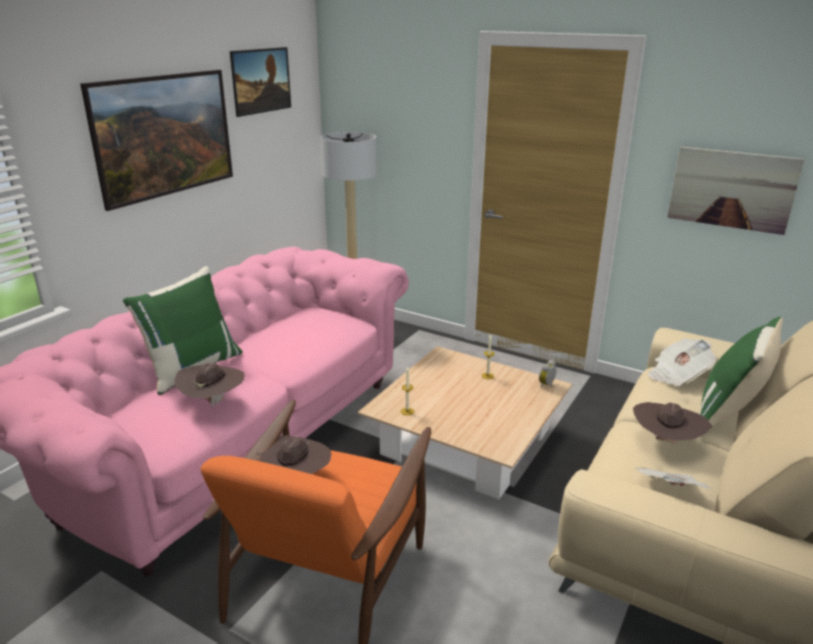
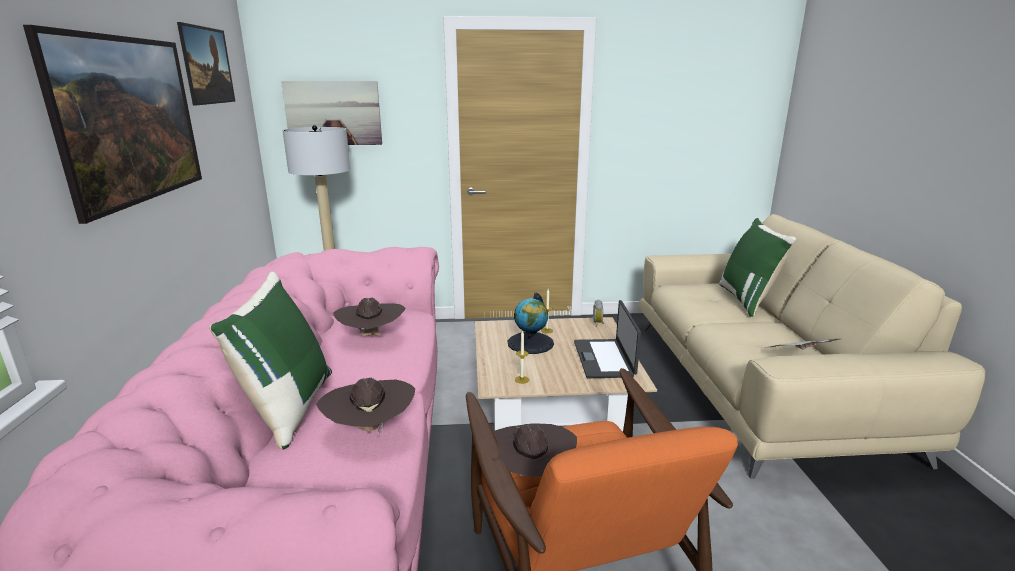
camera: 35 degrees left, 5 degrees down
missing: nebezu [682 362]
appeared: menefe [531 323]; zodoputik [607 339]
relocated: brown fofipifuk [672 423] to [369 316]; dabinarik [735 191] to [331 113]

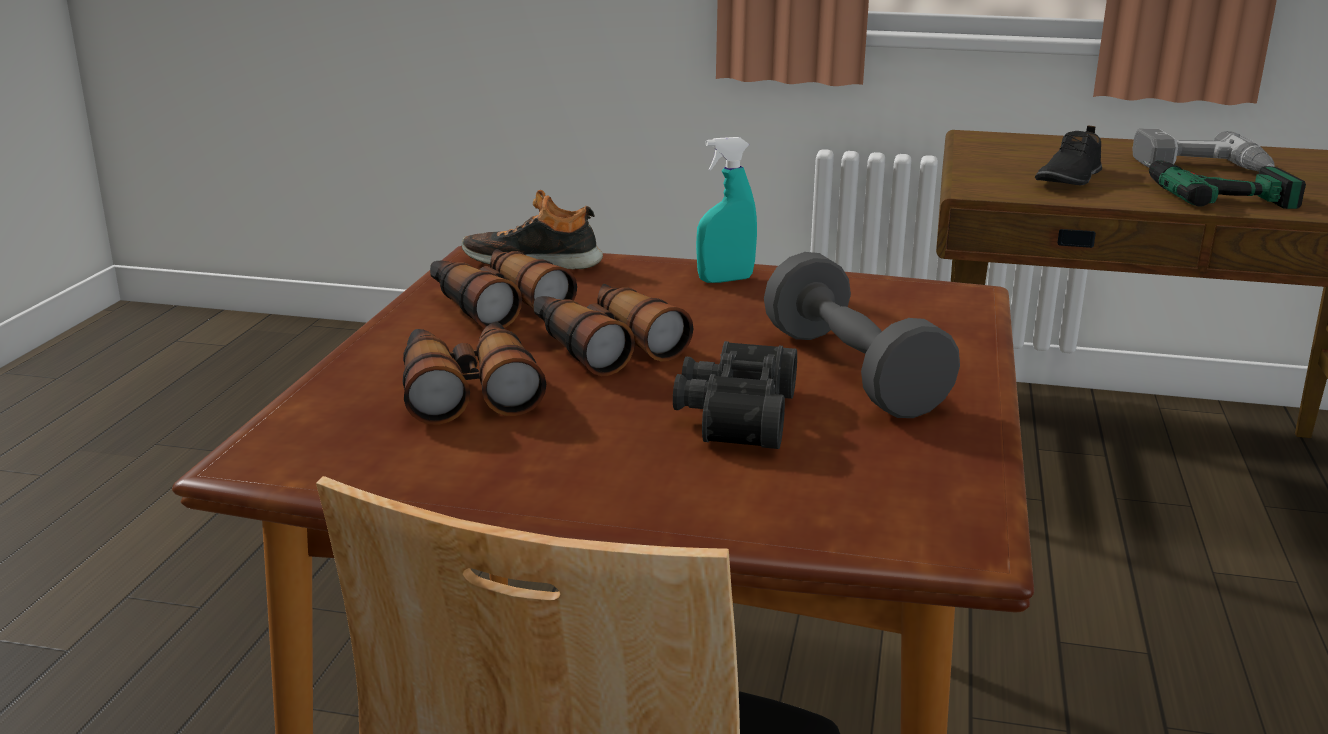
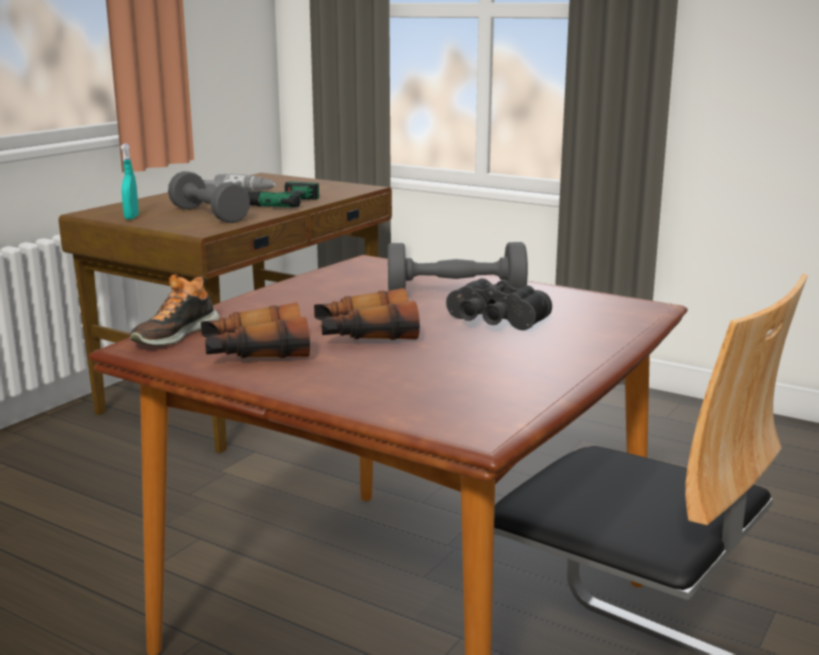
camera: 70 degrees left, 5 degrees down
missing: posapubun [474 373]
relocated: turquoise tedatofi [726 210] to [130 181]
exchanged: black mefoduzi [1068 155] to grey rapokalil [209 197]

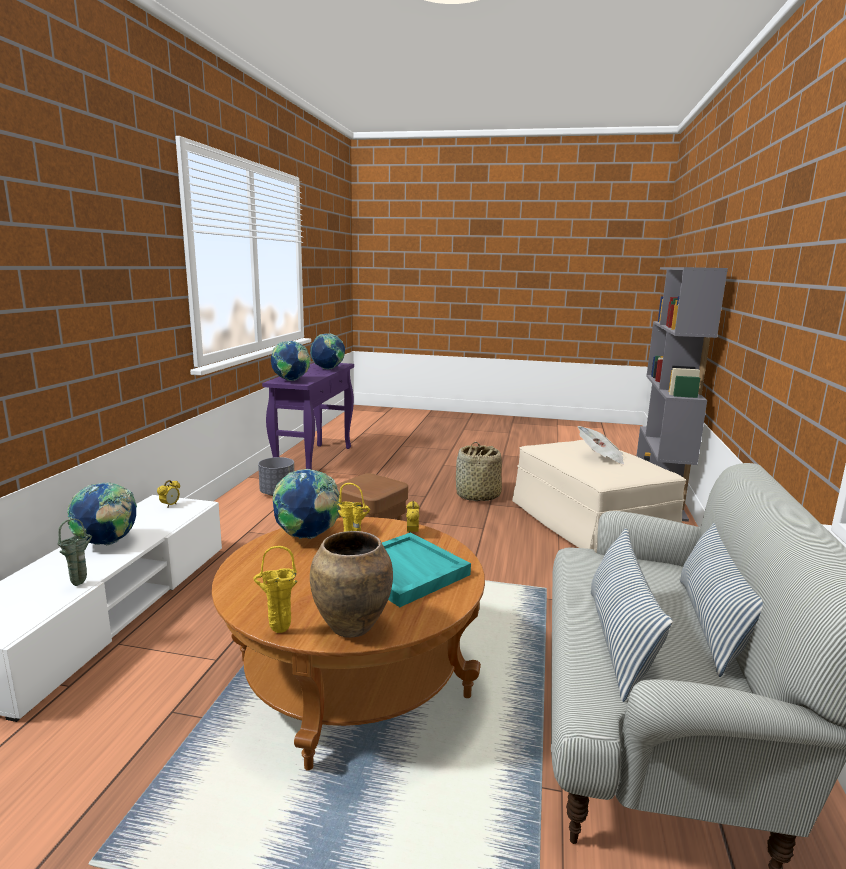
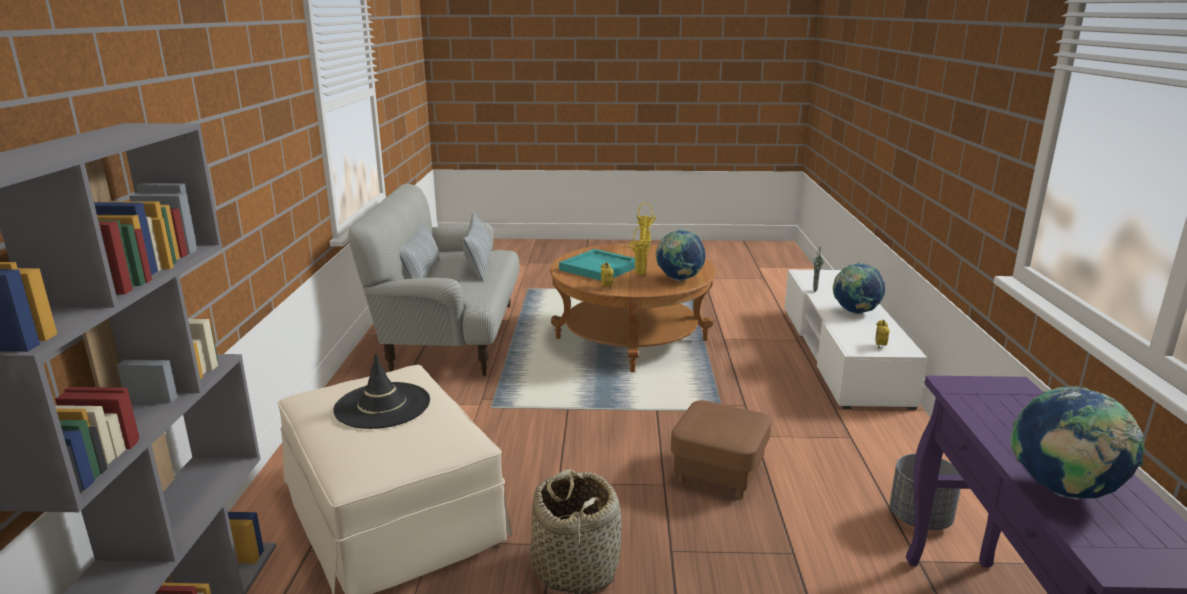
camera: 170 degrees right, 5 degrees up
missing: menefe [290 361]; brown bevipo [351 584]
exchanged: nebezu [601 445] to black fofipifuk [381 391]

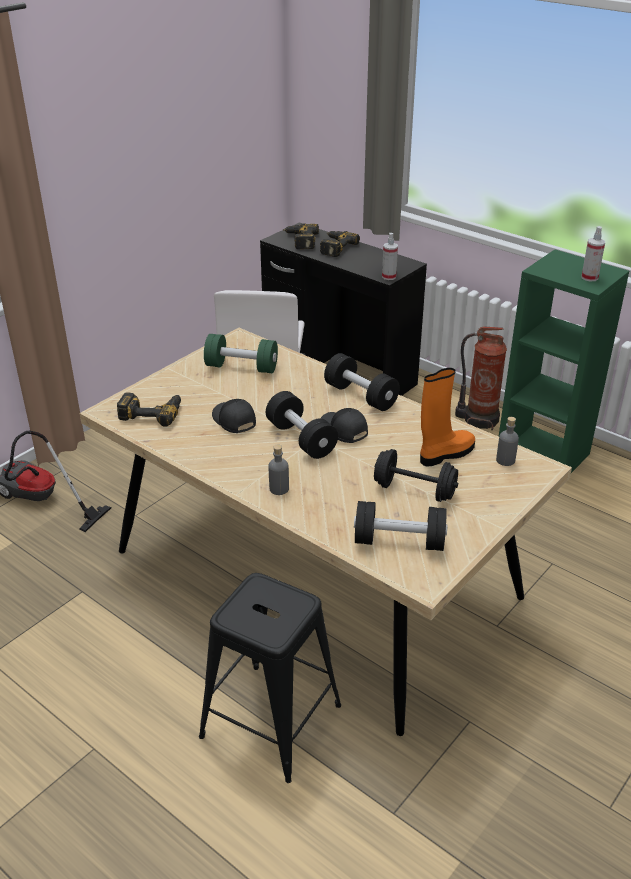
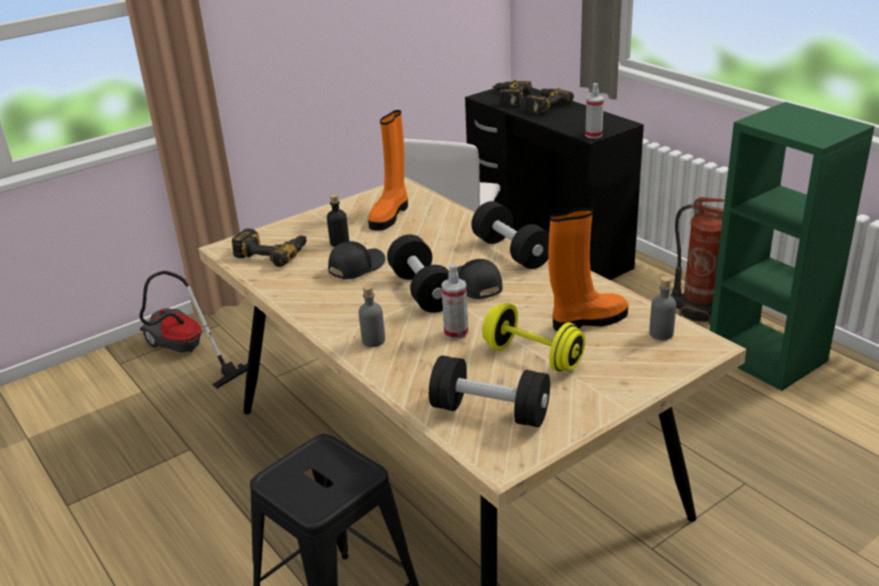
camera: 15 degrees right, 5 degrees down
appeared: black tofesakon [338 220]
relocated: tedatofi [593 254] to [454 302]
exchanged: green rapokalil [241 353] to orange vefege [388 170]
colour: black rapokalil [416 475] to yellow rapokalil [533 337]
spun: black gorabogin [234 416] = [356 260] 60 degrees clockwise

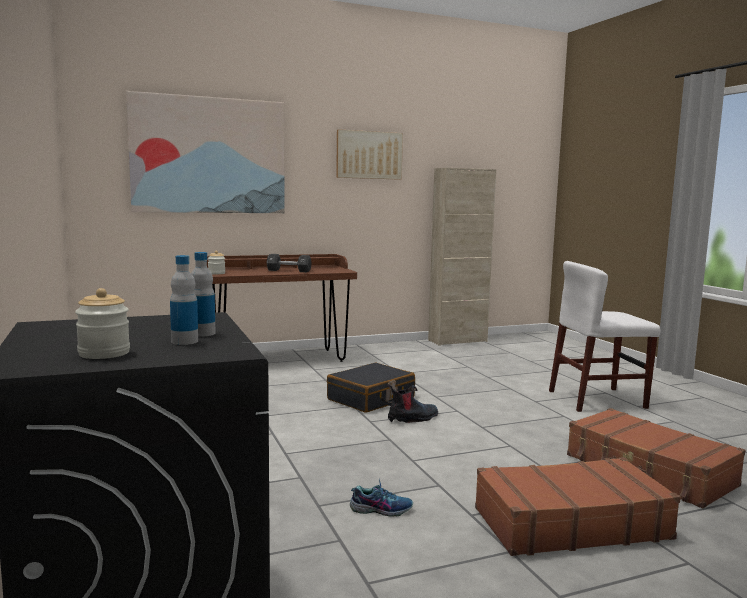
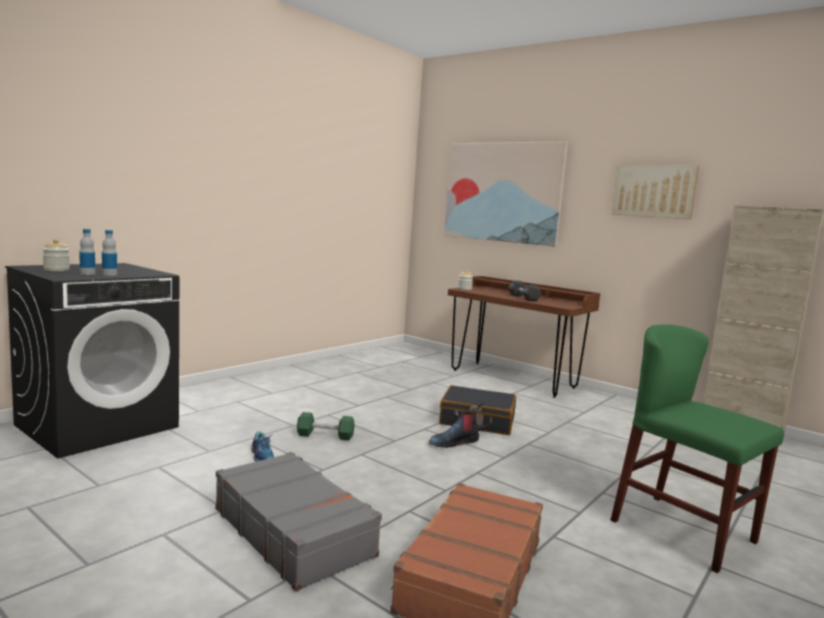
camera: 60 degrees right, 0 degrees up
appeared: green rapokalil [326 426]
colour: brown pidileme [578 506] to grey pidileme [298 521]; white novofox [604 336] to green novofox [697 448]
spun: vefege [412 403] = [456 425] 120 degrees clockwise

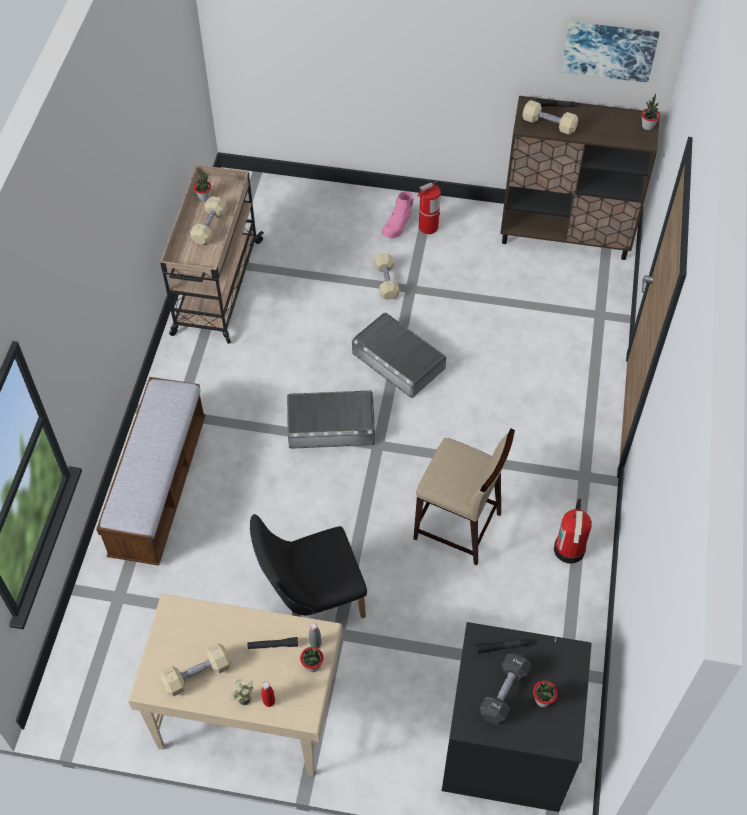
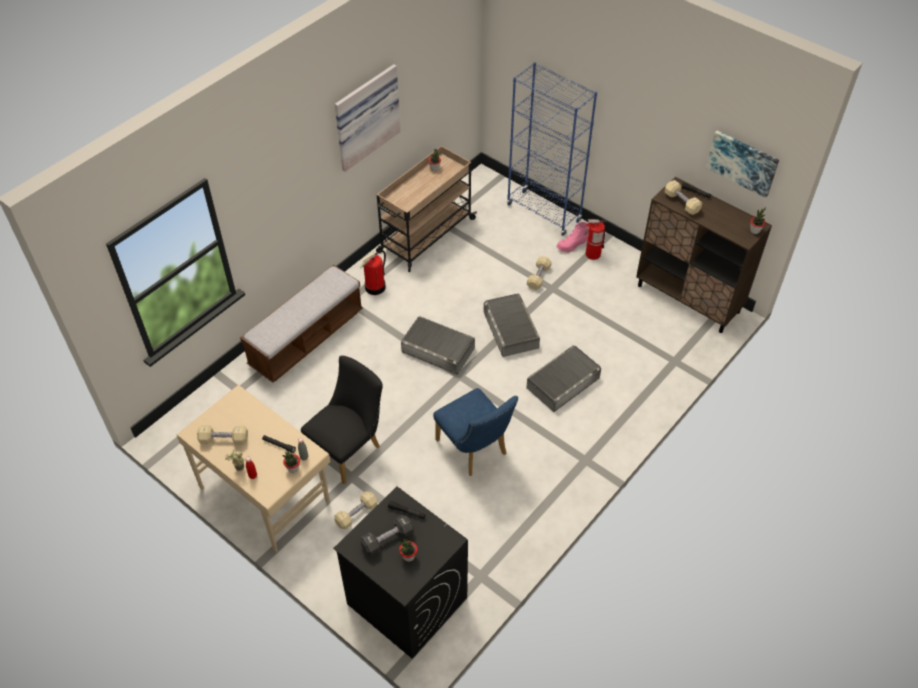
camera: 30 degrees right, 5 degrees down
appeared: dabinarik [367 118]; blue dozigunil [552 149]; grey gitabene [563 378]
relocated: beige rapokalil [208 220] to [355 510]; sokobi [573 531] to [372 272]
exchanged: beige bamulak [464 496] to blue novofox [475 432]
spun: black novofox [308 566] = [342 420] 120 degrees clockwise

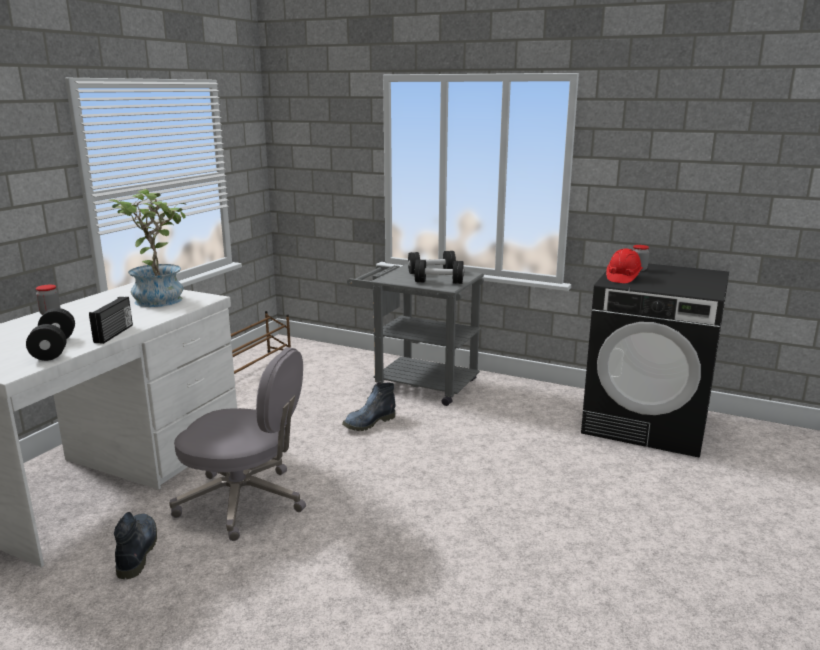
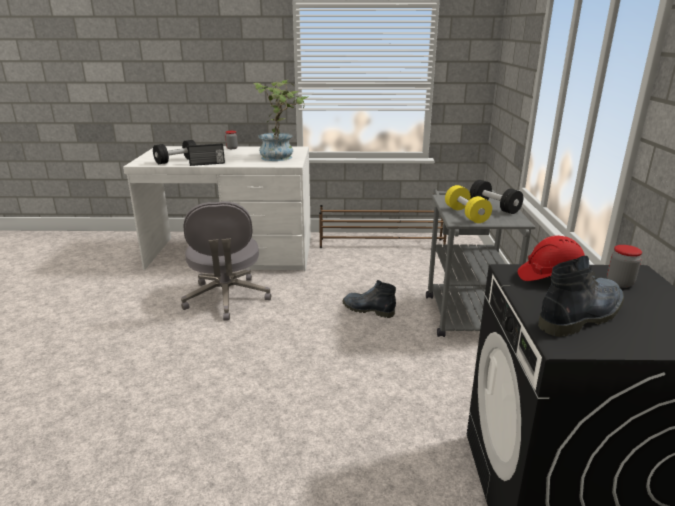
camera: 65 degrees right, 5 degrees up
relocated: vefege [135 545] to [581 296]
colour: black rapokalil [439 272] to yellow rapokalil [468 204]

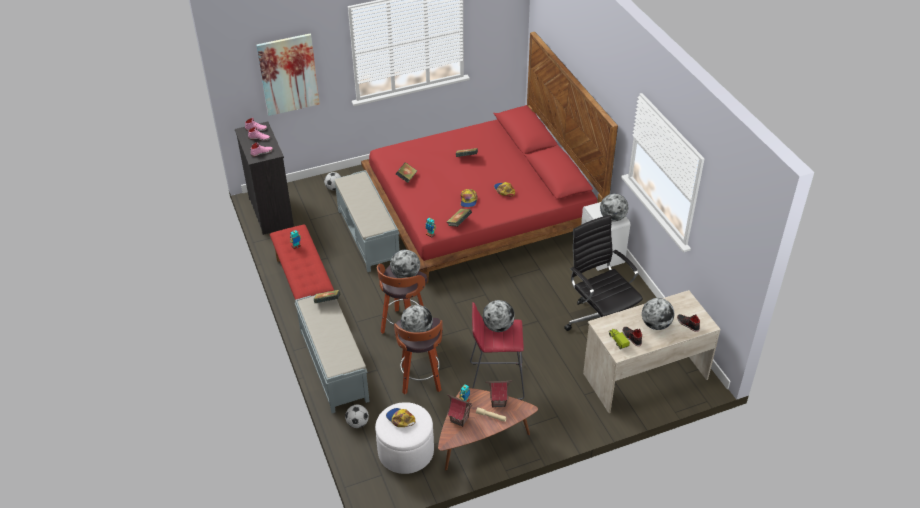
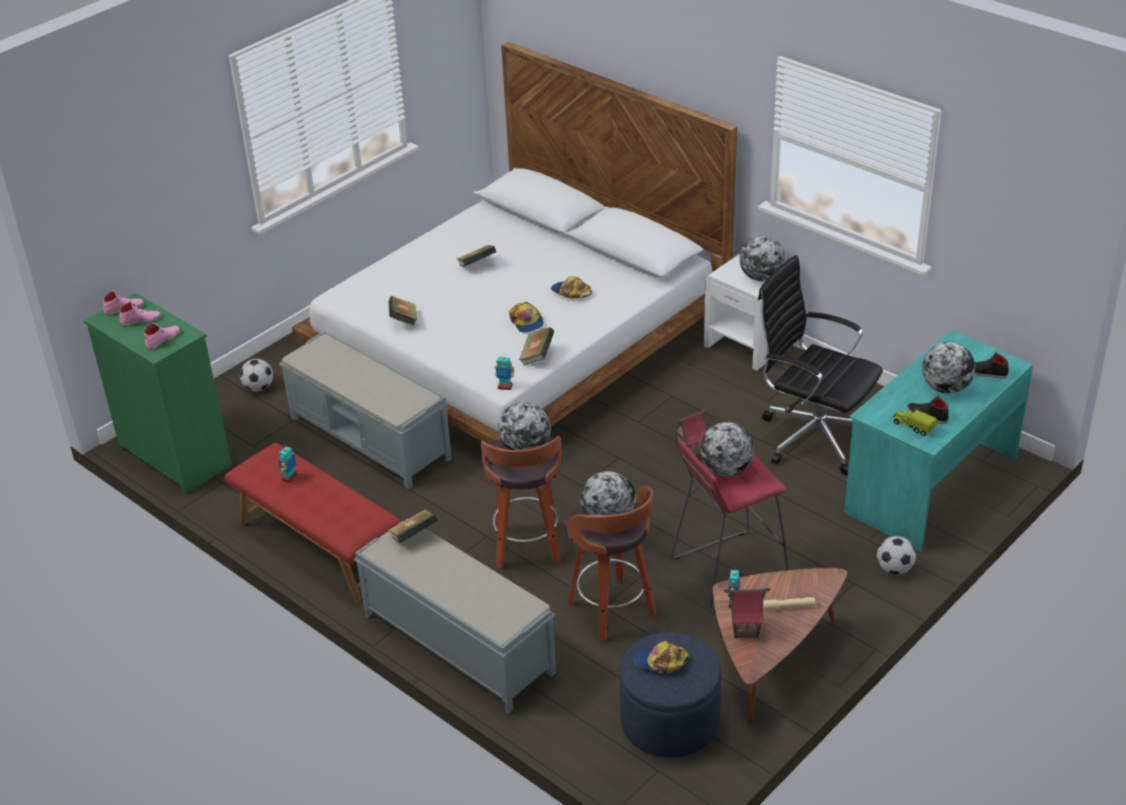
camera: 25 degrees left, 5 degrees down
missing: dabinarik [288 75]
relocated: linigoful [357 416] to [896 555]; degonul [499 394] to [690 432]
colour: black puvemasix [264 178] to green puvemasix [158 393]; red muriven [489 157] to white muriven [514 242]; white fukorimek [404 438] to blue fukorimek [670 694]; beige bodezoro [652 351] to turquoise bodezoro [938 441]

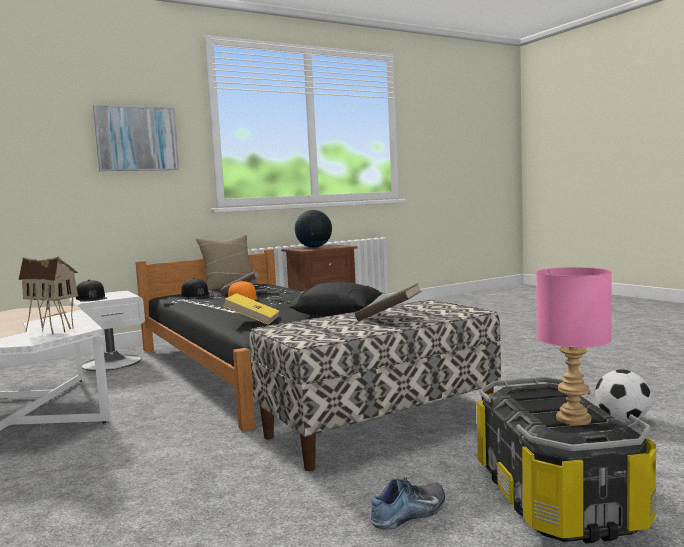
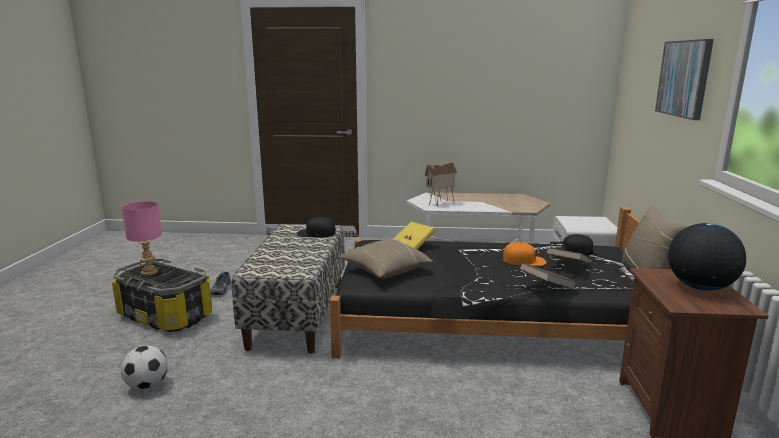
camera: 125 degrees right, 10 degrees up
relocated: black gorabogin [91 291] to [316 227]; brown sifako [388 302] to [548 276]
colour: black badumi [335 299] to beige badumi [386 259]

